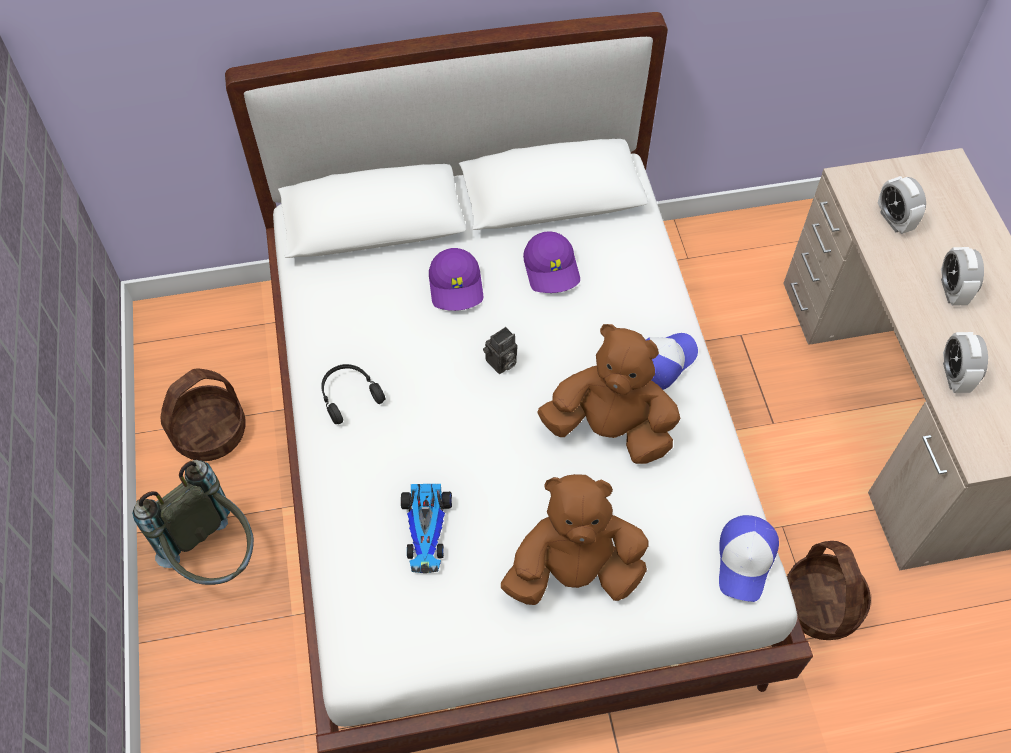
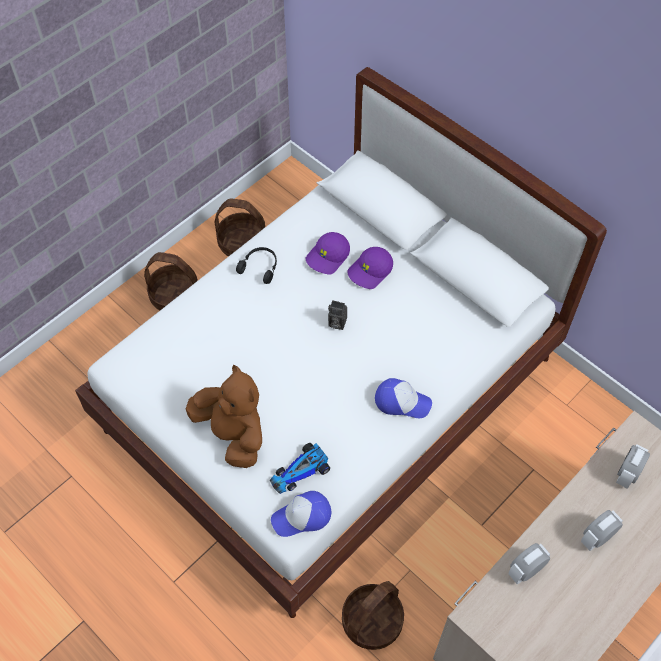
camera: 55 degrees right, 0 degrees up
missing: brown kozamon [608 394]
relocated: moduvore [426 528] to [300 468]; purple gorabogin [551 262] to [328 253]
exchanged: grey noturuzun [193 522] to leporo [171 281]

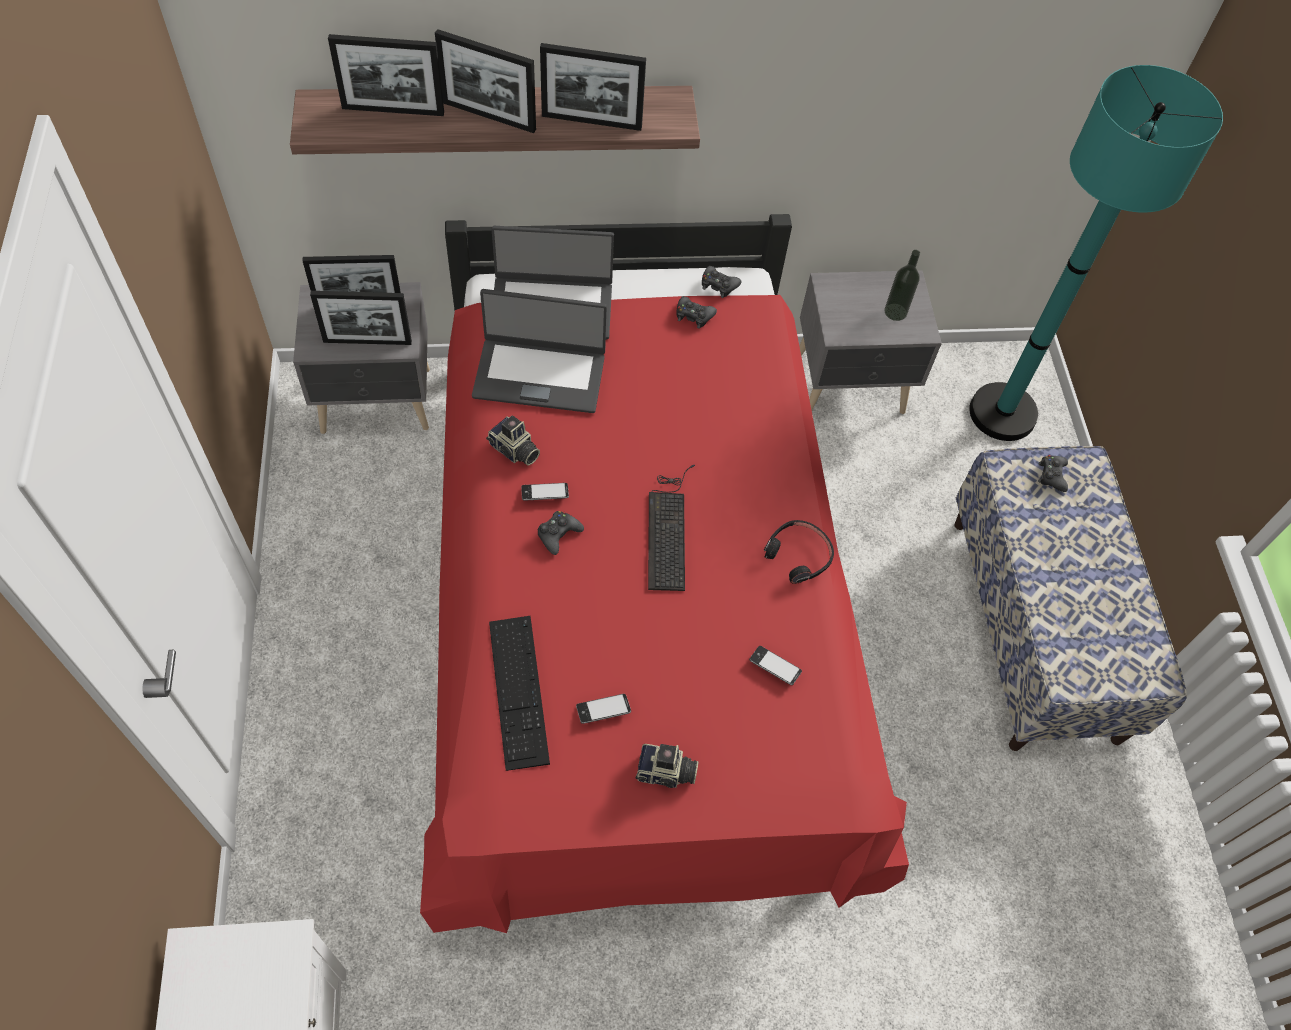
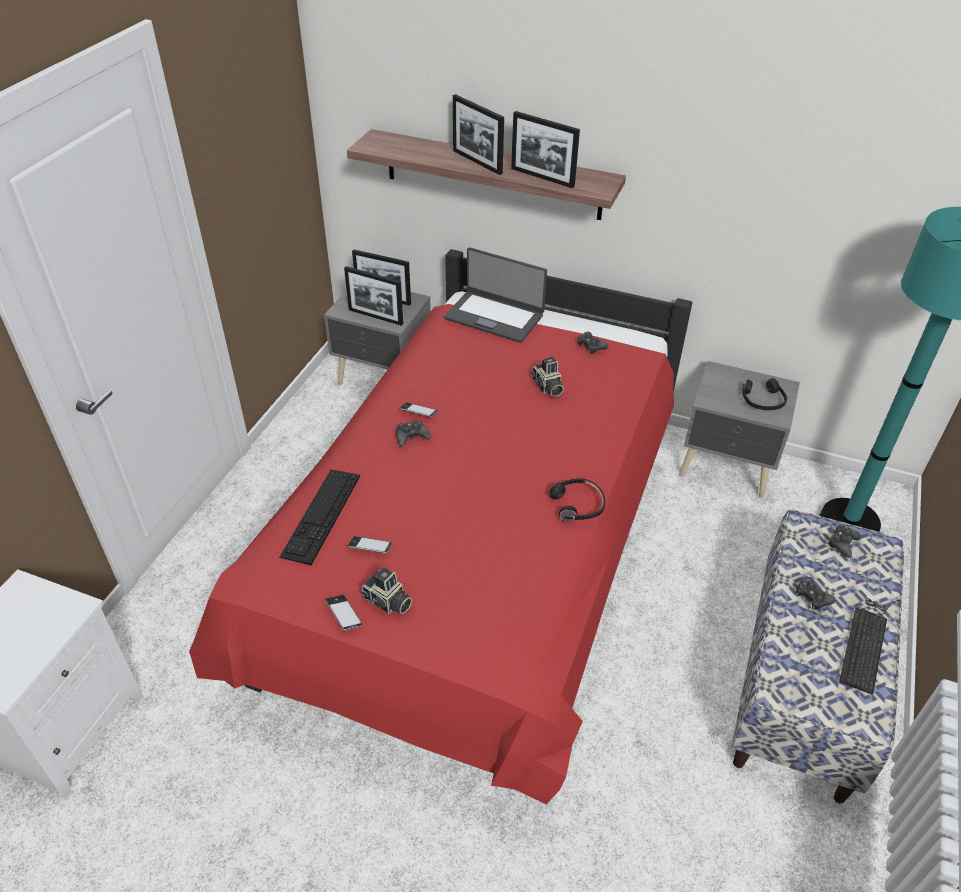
camera: 30 degrees right, 15 degrees down
missing: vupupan [386 75]; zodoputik [539 351]
relocated: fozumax [513 440] to [547 377]; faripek [671 528] to [870 646]; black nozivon [722 282] to [816 593]; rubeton [775 665] to [343 612]
exchanged: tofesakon [902 285] to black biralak [764 394]

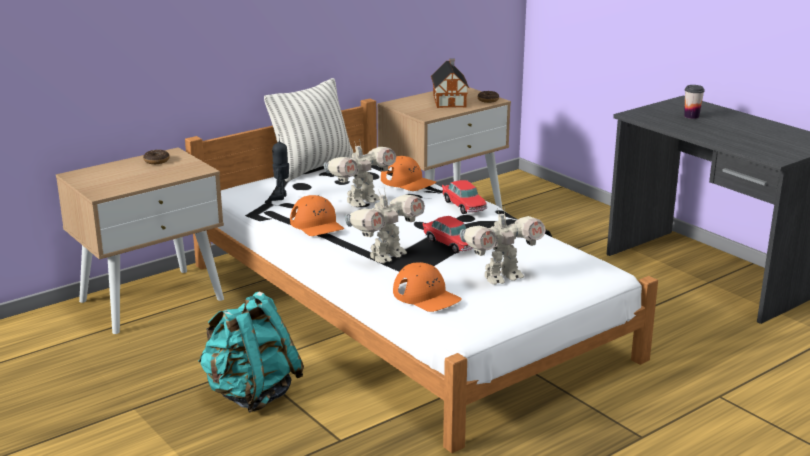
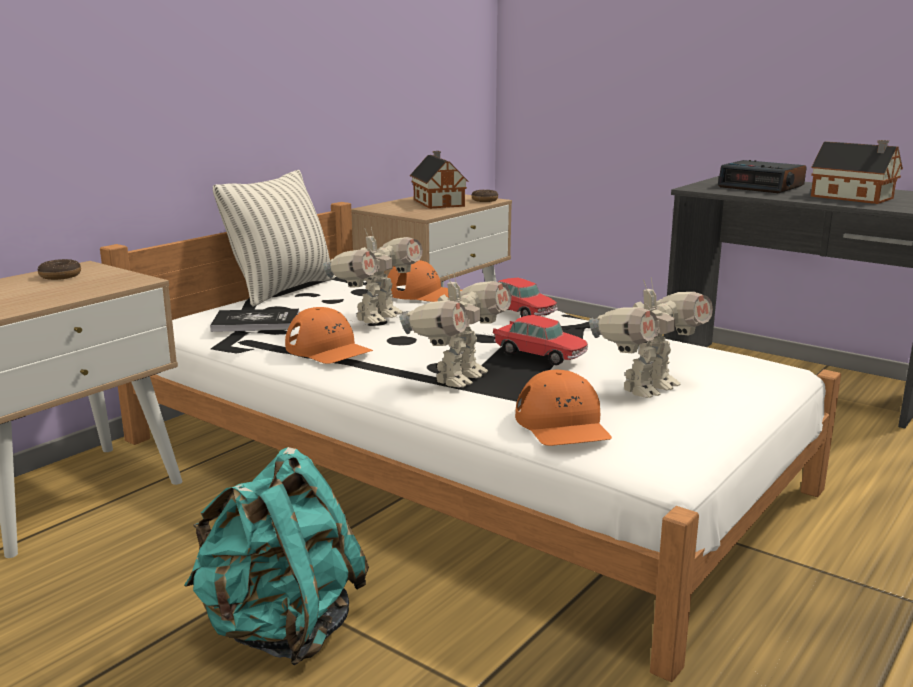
camera: 15 degrees left, 5 degrees down
appeared: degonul [857 172]
exchanged: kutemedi [279 170] to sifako [254 320]; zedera [694 102] to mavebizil [762 176]
spun: orange gorabogin [427 287] = [563 408] 45 degrees clockwise

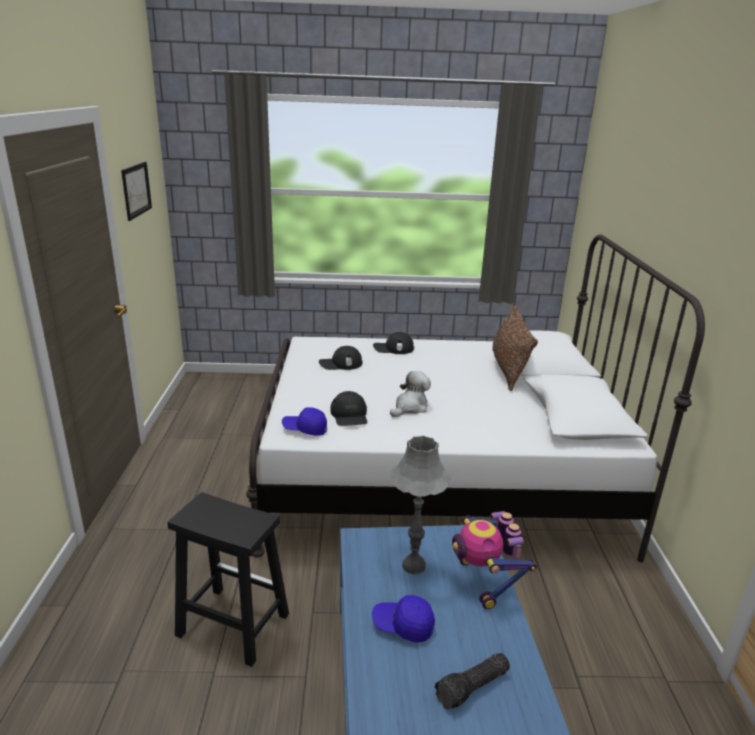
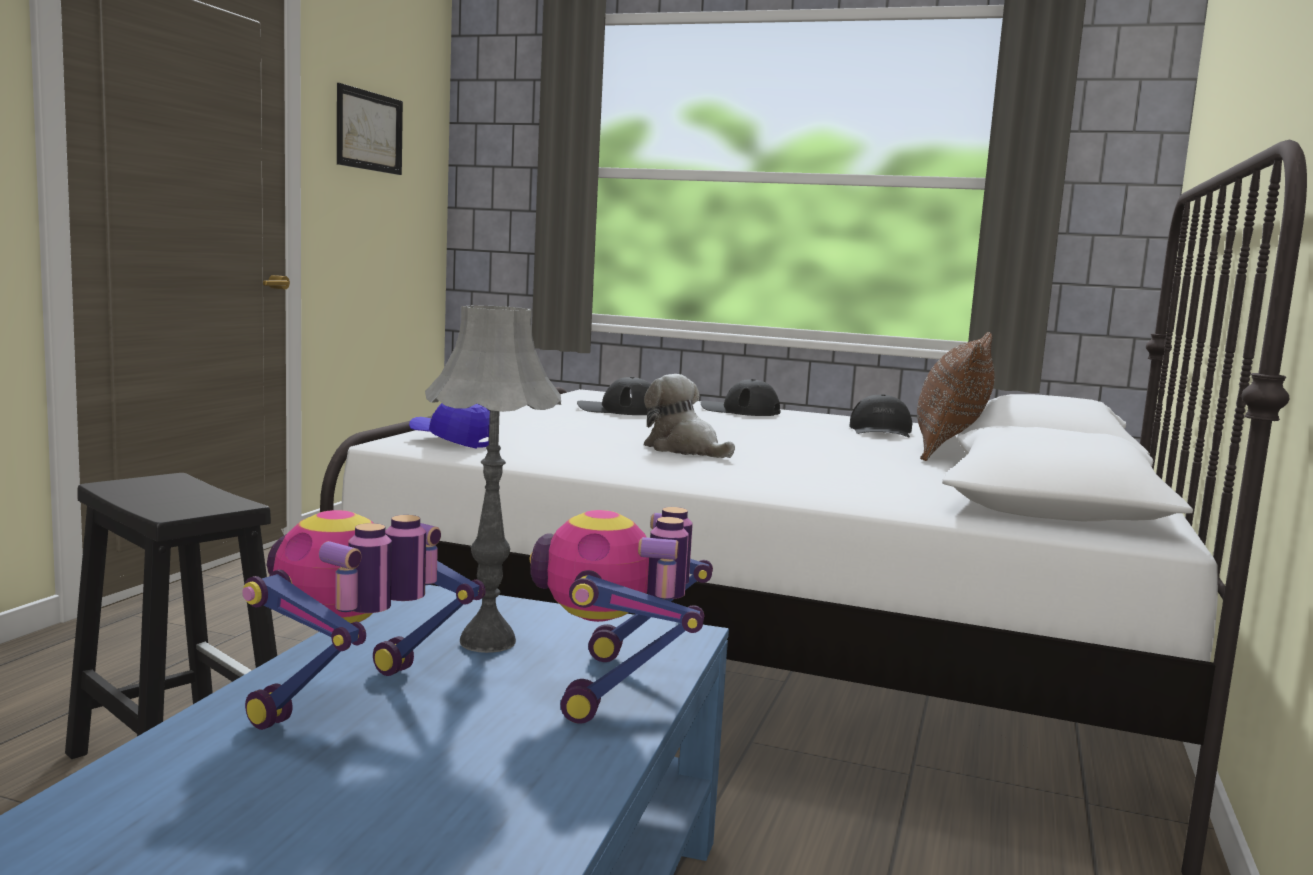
camera: 20 degrees right, 15 degrees down
missing: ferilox [472 681]
relocated: black gorabogin [348 408] to [880 415]
exchanged: blue gorabogin [403 618] to kutemedi [364 620]
spun: kozamon [410 394] = [689 416] 105 degrees counterclockwise

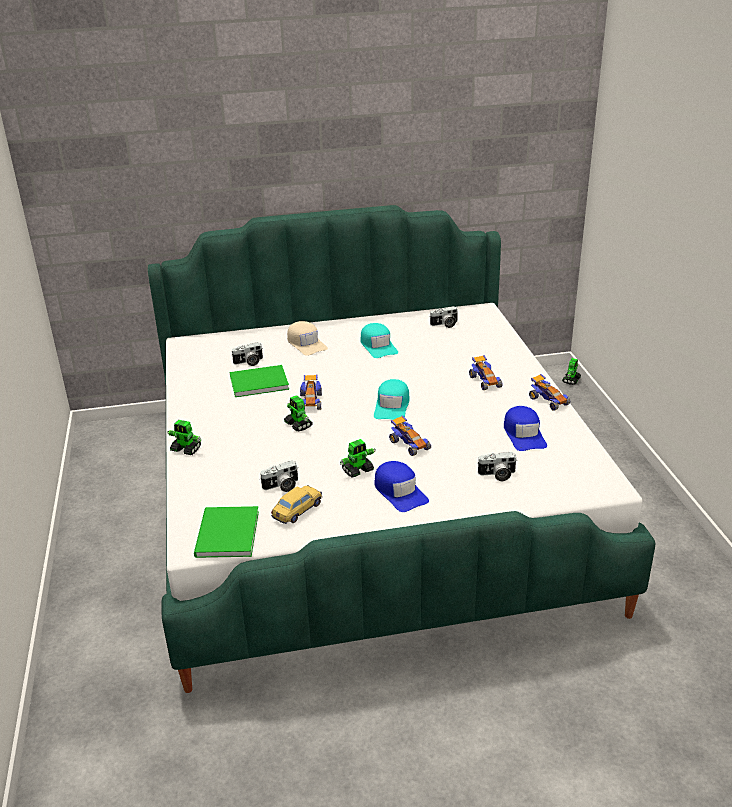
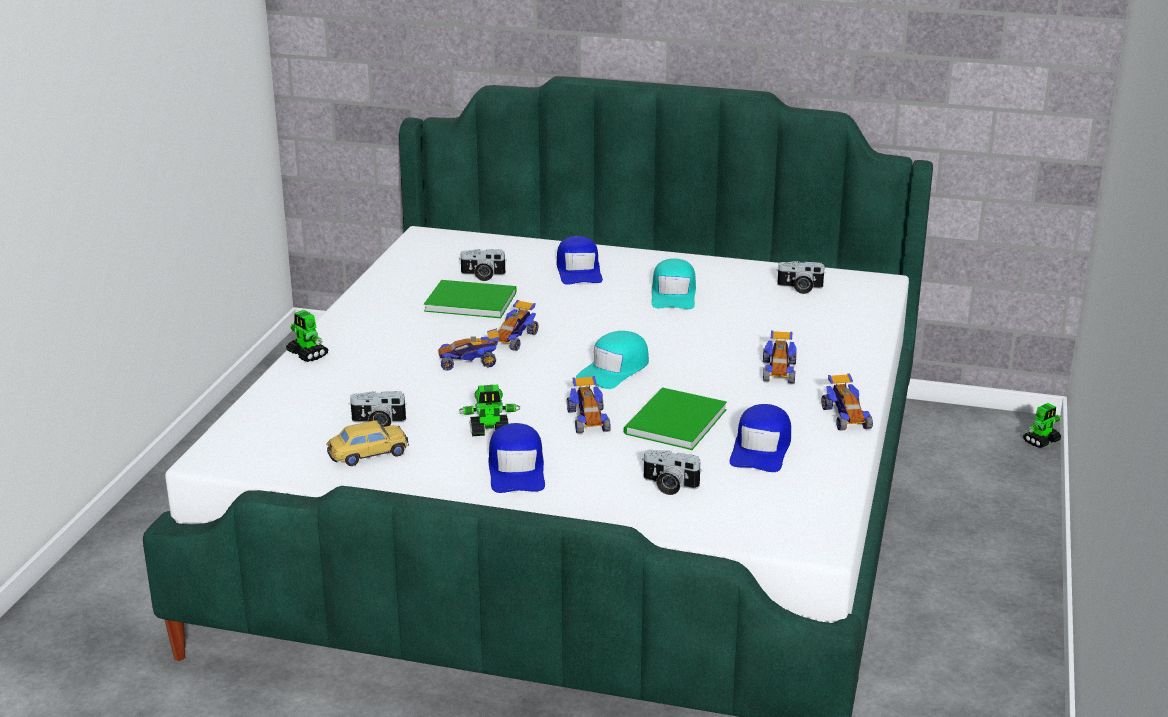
camera: 25 degrees right, 5 degrees down
relocated: green sifako [226 532] to [675 418]
exchanged: kutemedi [298 413] to moduvore [469 349]
colour: beige gorabogin [307 338] to blue gorabogin [579 260]

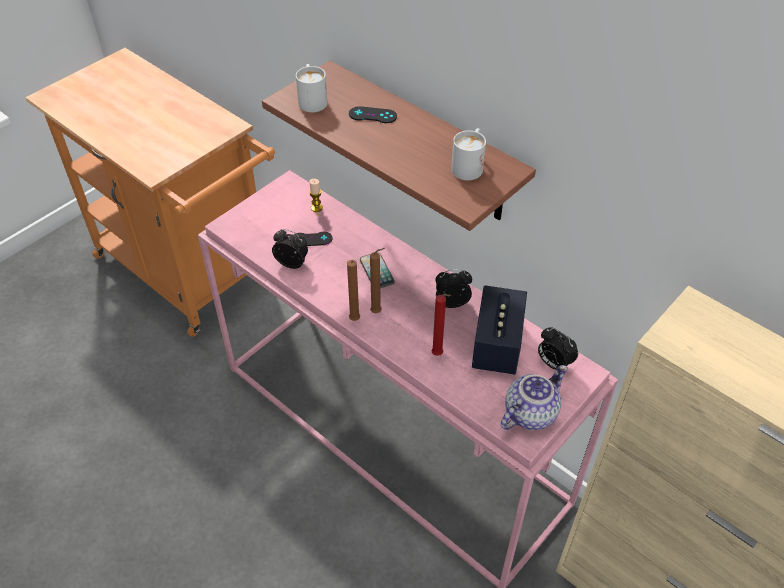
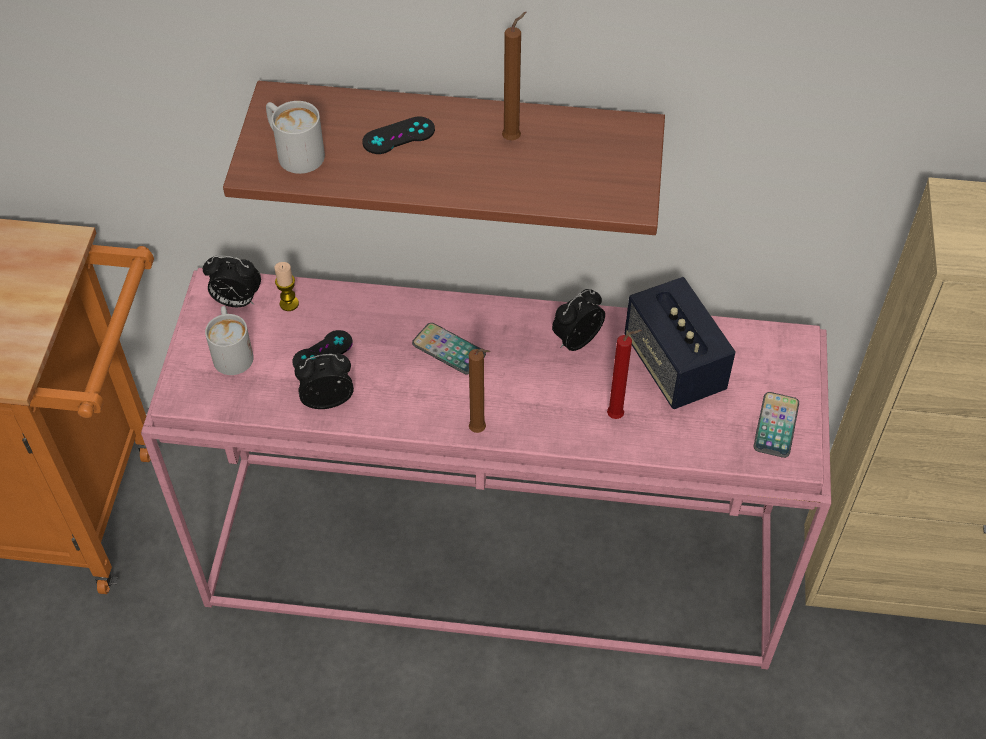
camera: 35 degrees left, 5 degrees up
relocated: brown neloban [377 280] to [514 76]; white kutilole [468 154] to [229 340]; mavebizil [558 349] to [232 281]
exchanged: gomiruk [534 397] to rubeton [776 425]

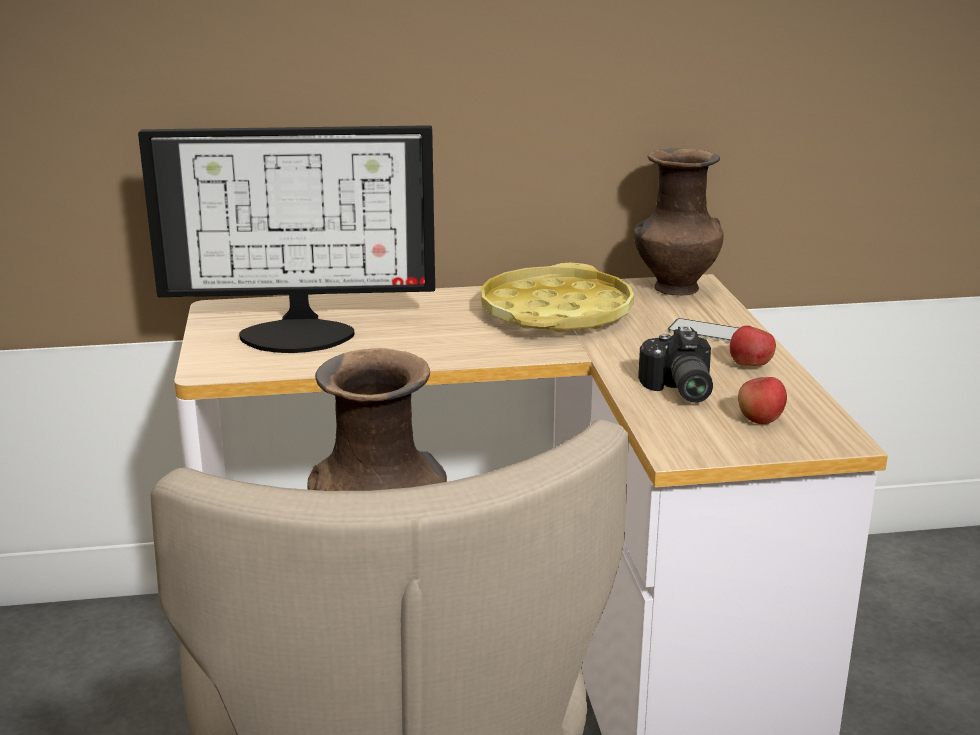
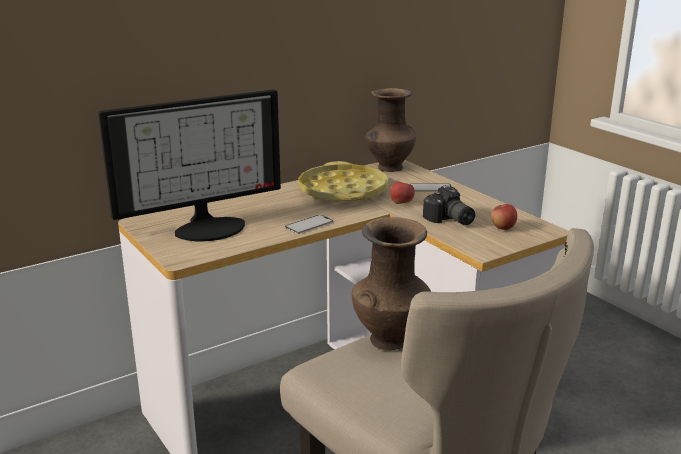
camera: 25 degrees left, 0 degrees up
appeared: rubeton [309 224]
relocated: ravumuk [753 346] to [402 193]

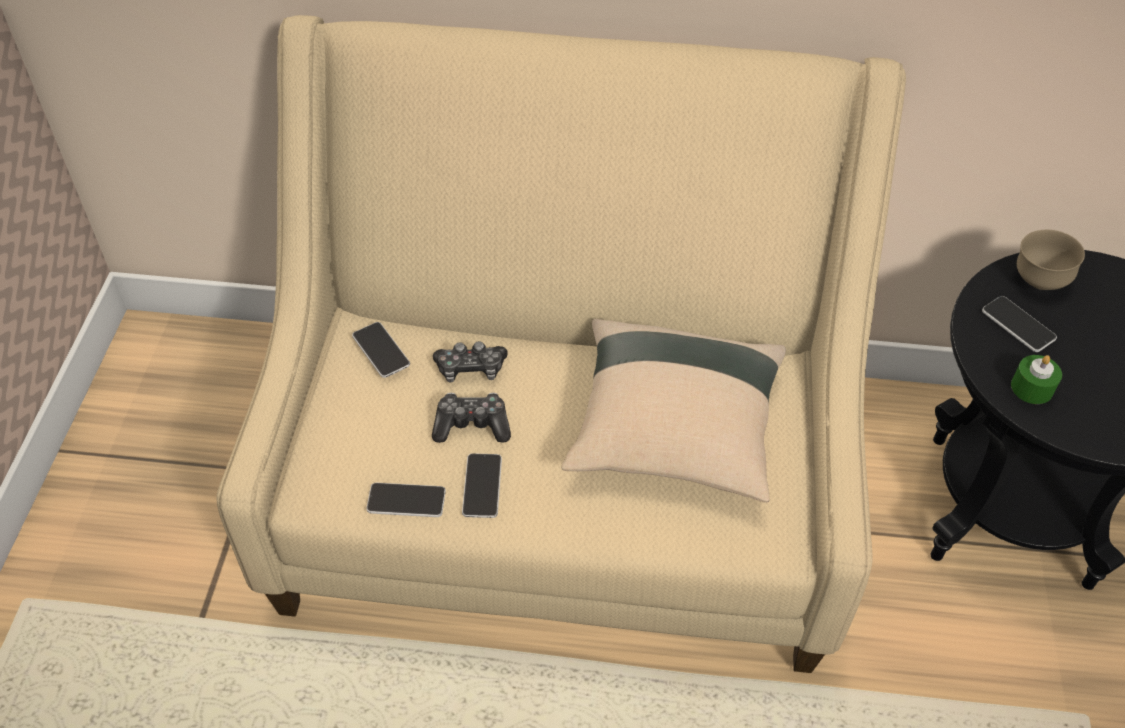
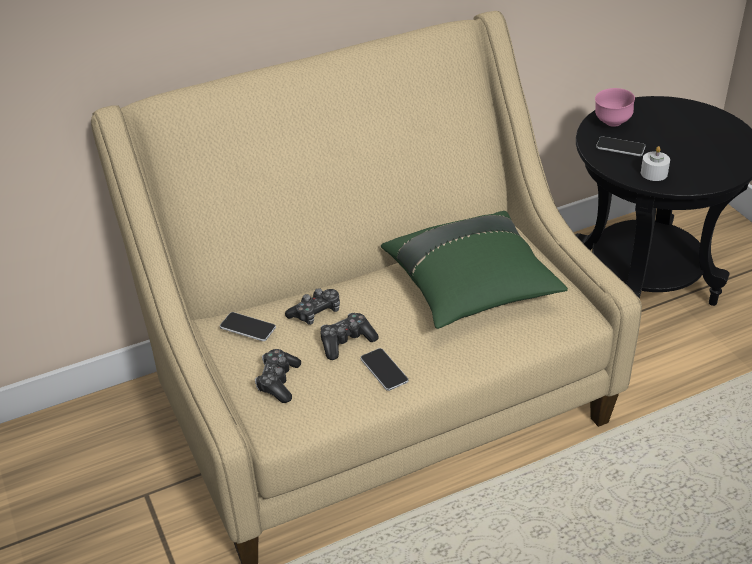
camera: 30 degrees left, 10 degrees down
missing: rubeton [406 500]
appeared: nozivon [278 376]
colour: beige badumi [673 411] to green badumi [474 270]; green neloban [1036 379] to white neloban [655 163]; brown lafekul [1051 260] to pink lafekul [615 107]

